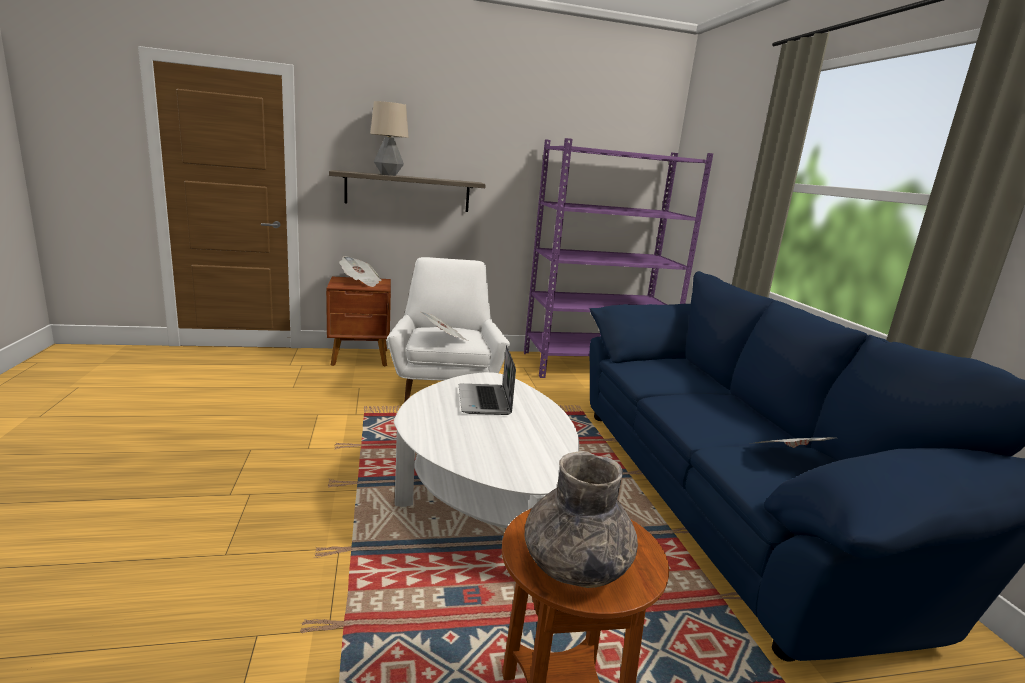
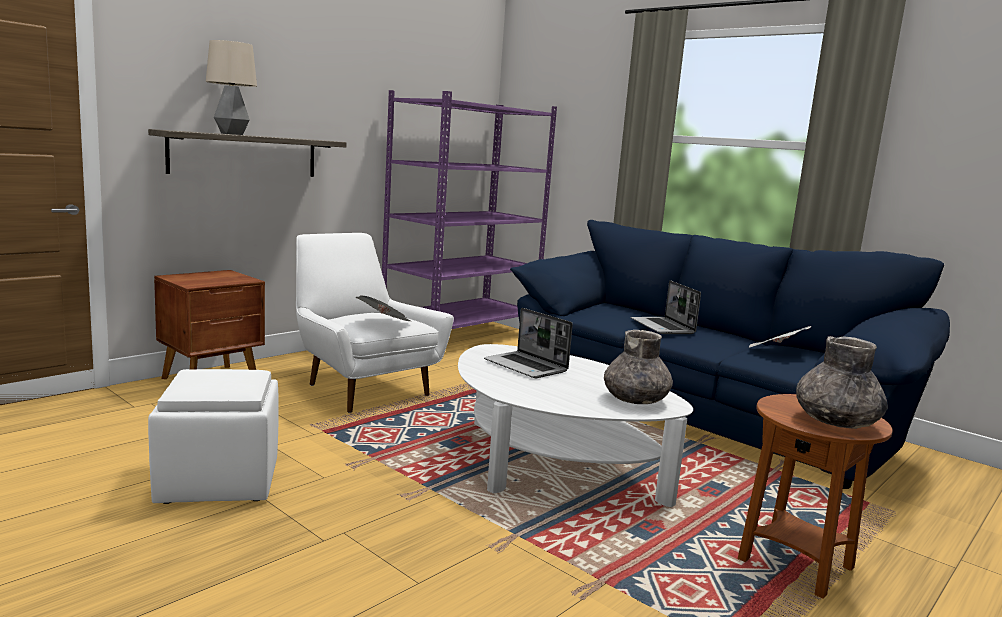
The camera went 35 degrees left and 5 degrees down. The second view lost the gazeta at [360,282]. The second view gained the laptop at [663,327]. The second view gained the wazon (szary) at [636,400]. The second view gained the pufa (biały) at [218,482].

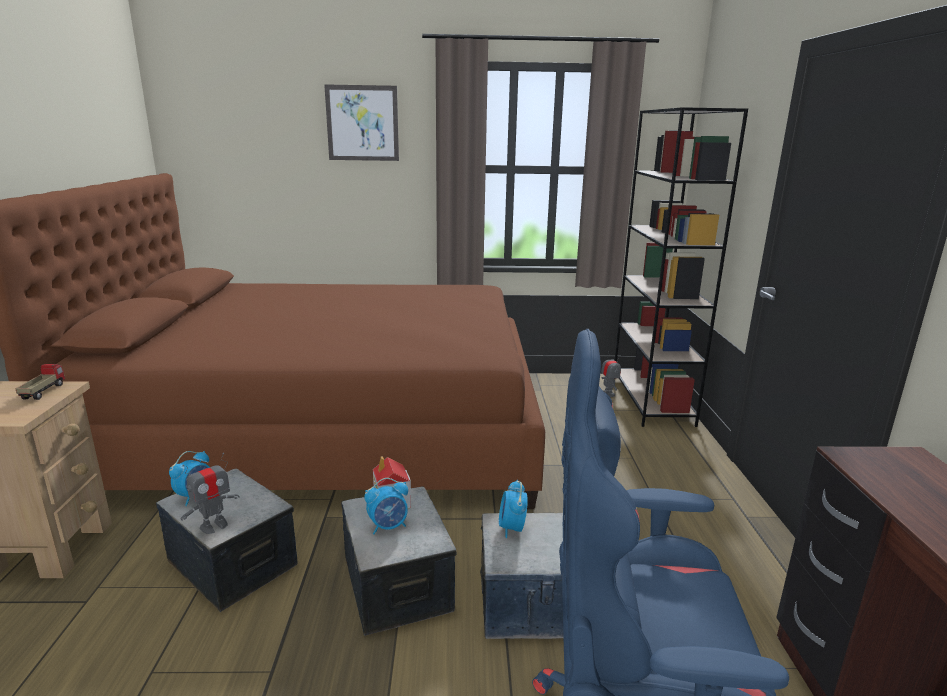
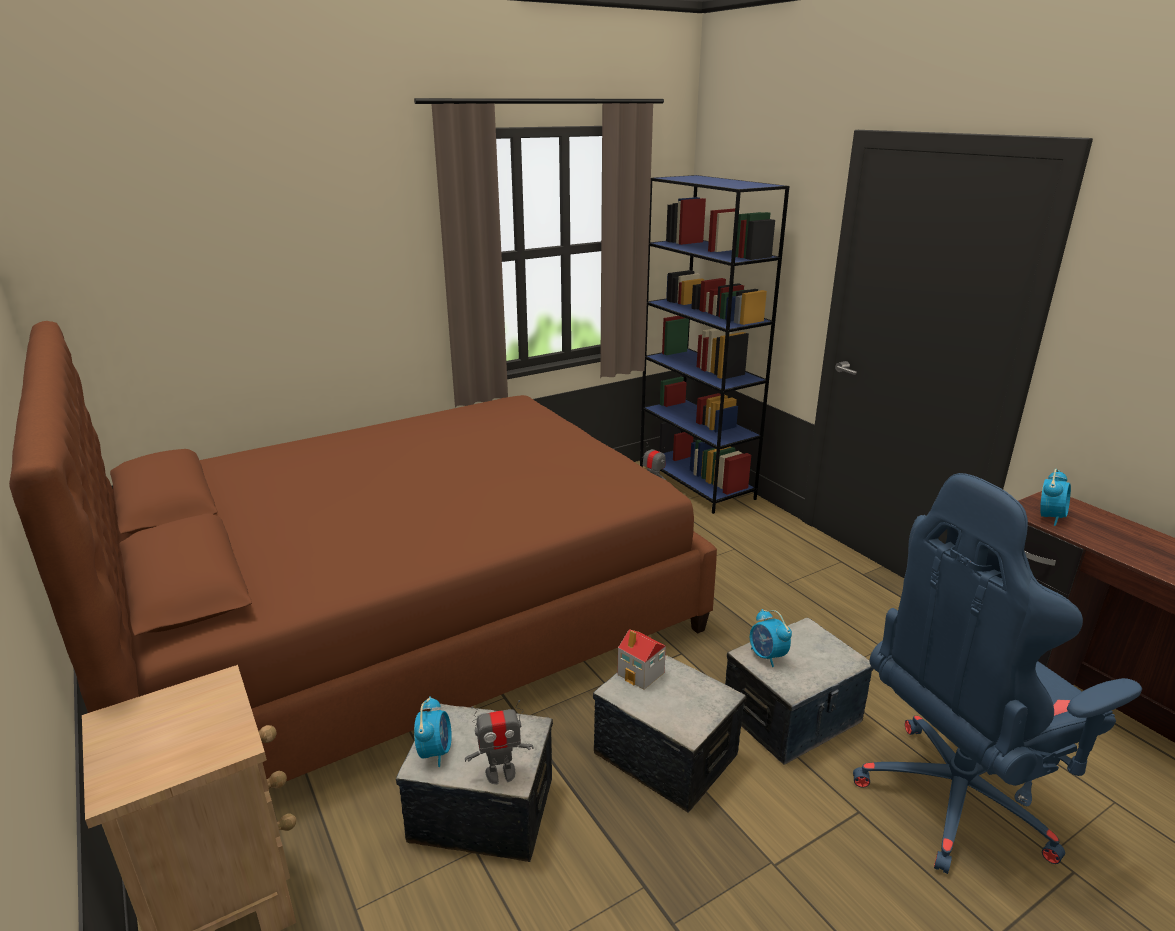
The camera went 30 degrees left and 5 degrees up. The second view lost the obraz at [362,123]. What was the regał (beżowy) at [652,400] turned into the regał (niebieski) at [696,482]. The second view lost the ciężarówka zabawkowa at [43,392]. The robot zabawkowy at [214,526] ended up facing another way, 60 degrees clockwise from before. The budzik ended up elsewhere, having gone from [388,526] to [1050,517].

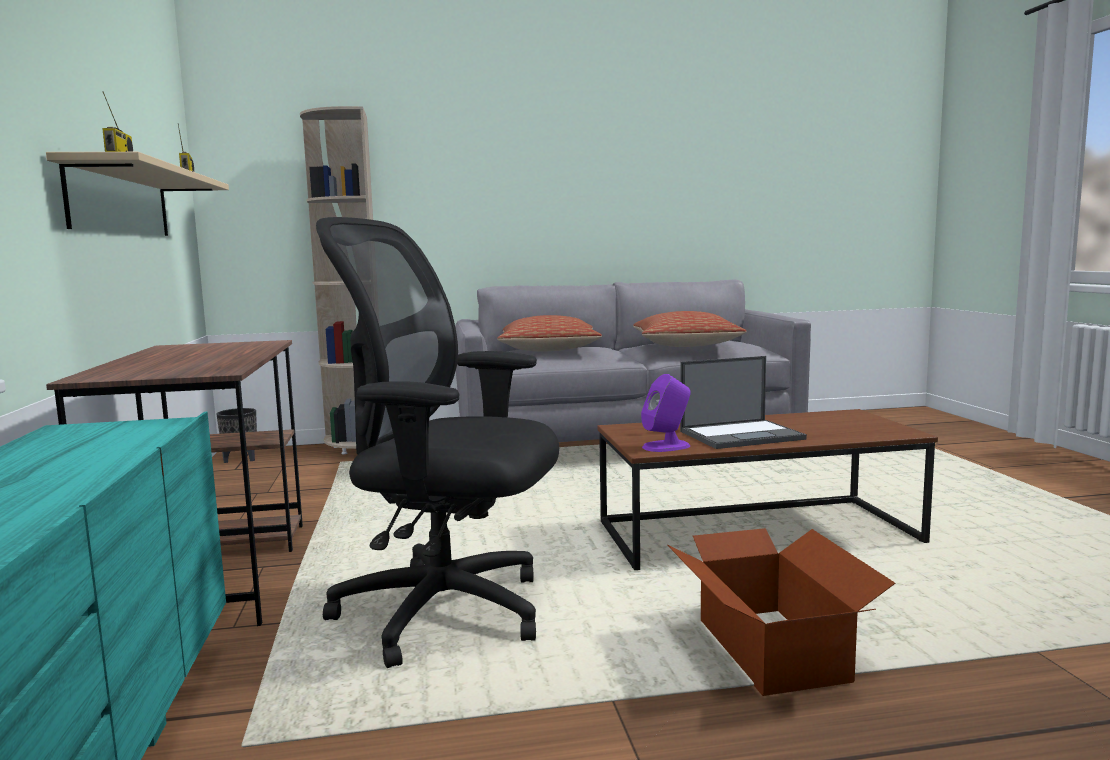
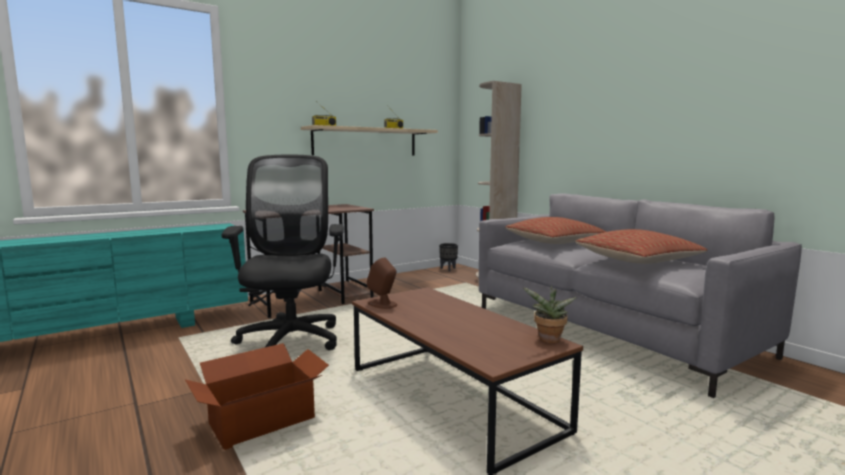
The camera went 65 degrees right and 0 degrees up. The second view lost the laptop at [742,435]. What was the głośnik (fioletowy) at [667,446] turned into the głośnik (brązowy) at [382,304]. The second view gained the roślina doniczkowa at [548,340].

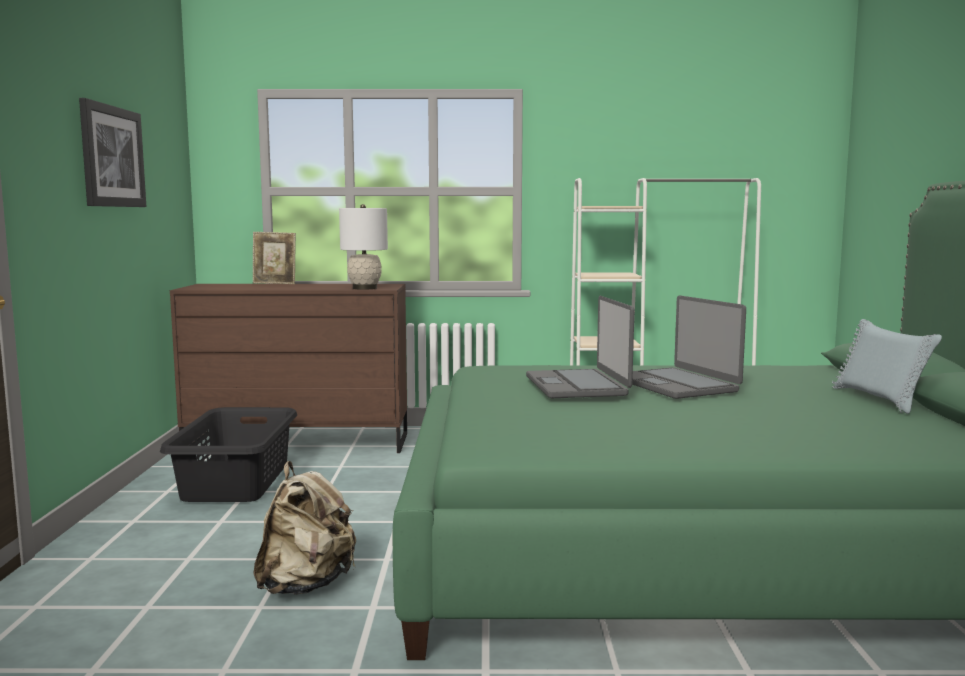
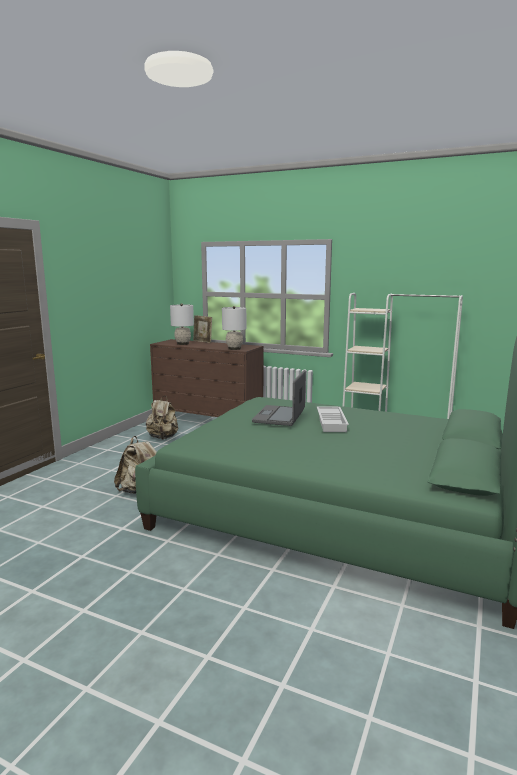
The camera went 25 degrees right and 5 degrees up. The second view lost the obraz at [112,156]. Where the laptop stood at [677,385], the taca (biały) came to stand at [332,422]. The second view lost the poduszka (niebieski) at [880,400]. Where the kosz na pranie (czarny) stood at [238,481], the plecak (beżowy) came to stand at [163,438]. The second view gained the lampa stołowa (biały) at [183,344].

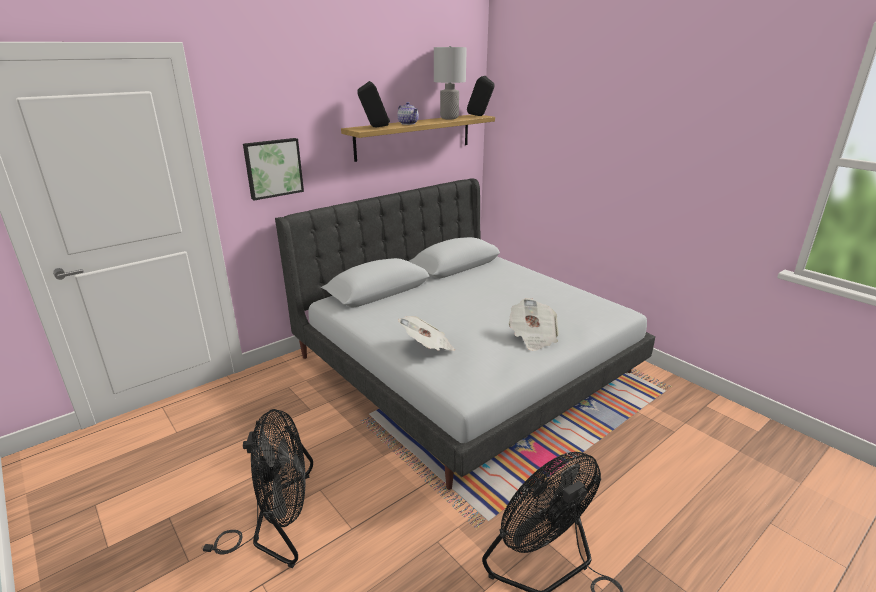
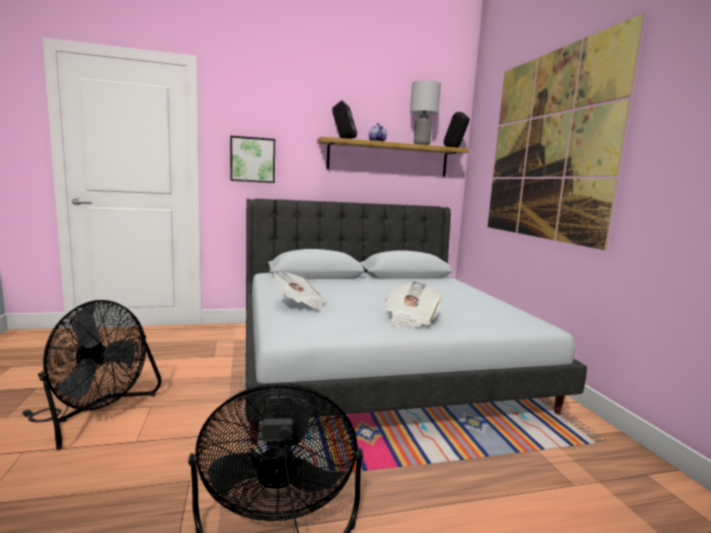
The camera went 25 degrees right and 15 degrees down. The second view gained the obraz at [547,146].

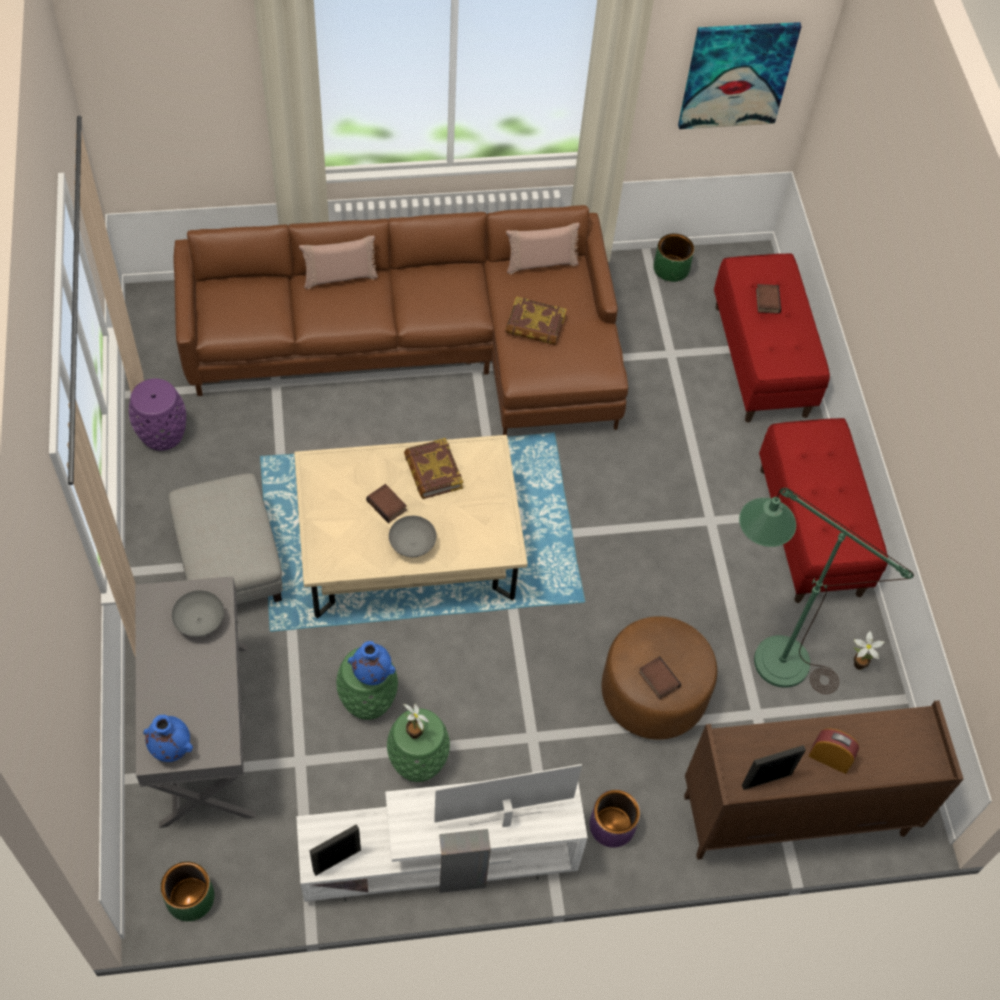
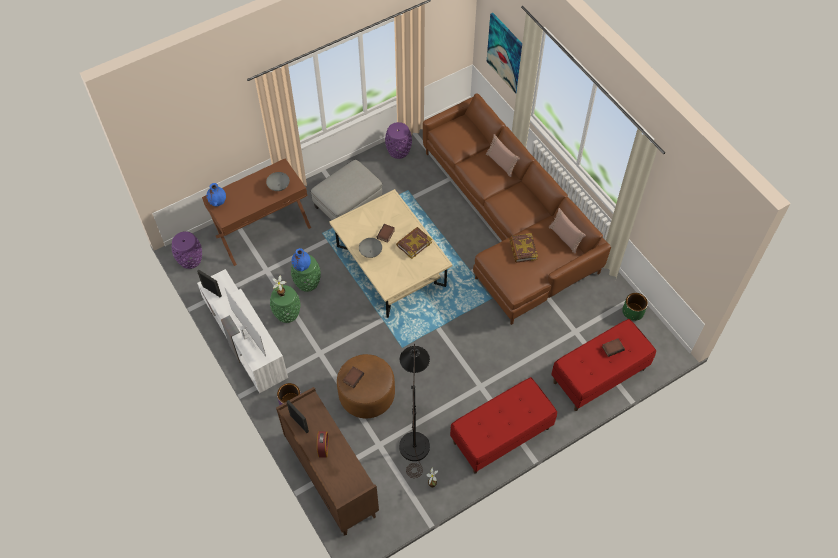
The camera went 70 degrees right and 0 degrees up. The obraz ended up elsewhere, having gone from [737,75] to [505,53]. What was the lampa stojąca (zielony) at [766,655] turned into the lampa stojąca (czarny) at [414,438]. What was the stolik konsolowy (szary) at [203,733] turned into the stolik konsolowy (brązowy) at [263,231]. Where the donica (zielony) stood at [190,897], the stołek (fioletowy) came to stand at [190,260].

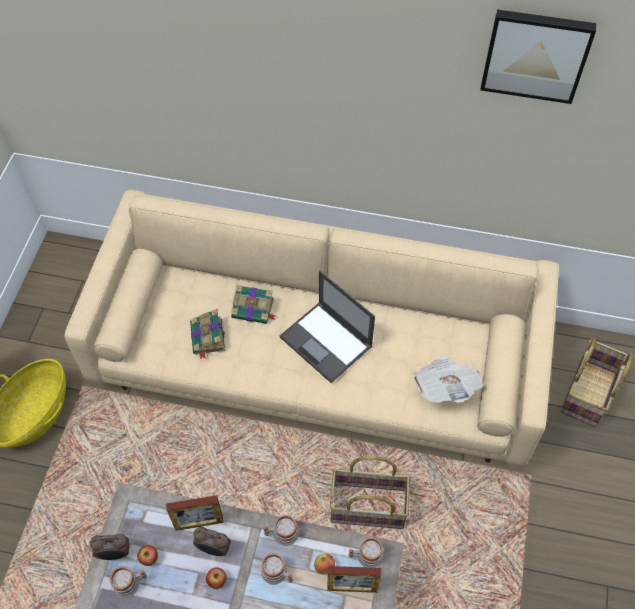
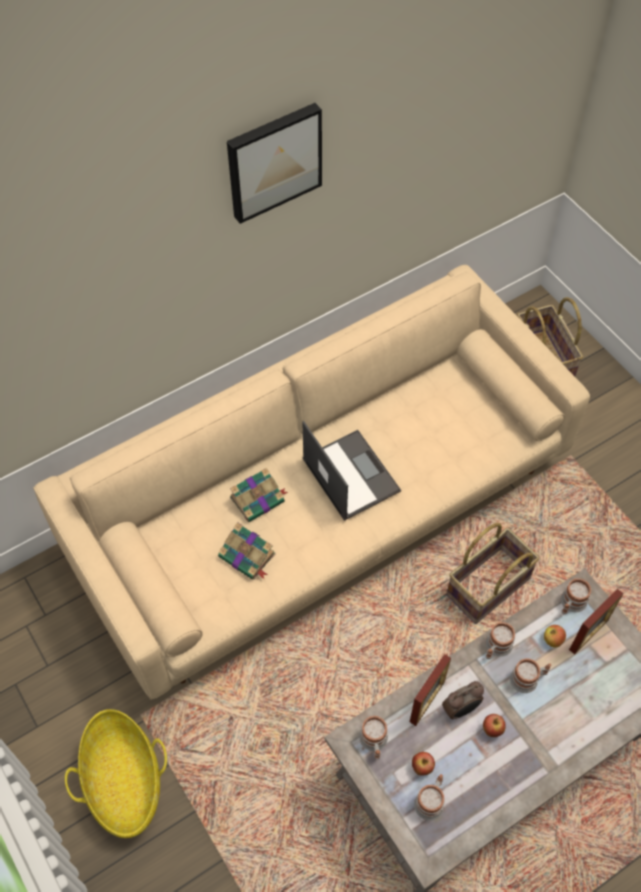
The camera went 45 degrees left and 0 degrees up. The obraz ended up elsewhere, having gone from [536,54] to [273,161]. The laptop at [327,342] ended up facing another way, 120 degrees counterclockwise from before. The second view lost the gazeta at [444,387]. The second view lost the budzik at [115,554]. The second view gained the kubek at [374,742].

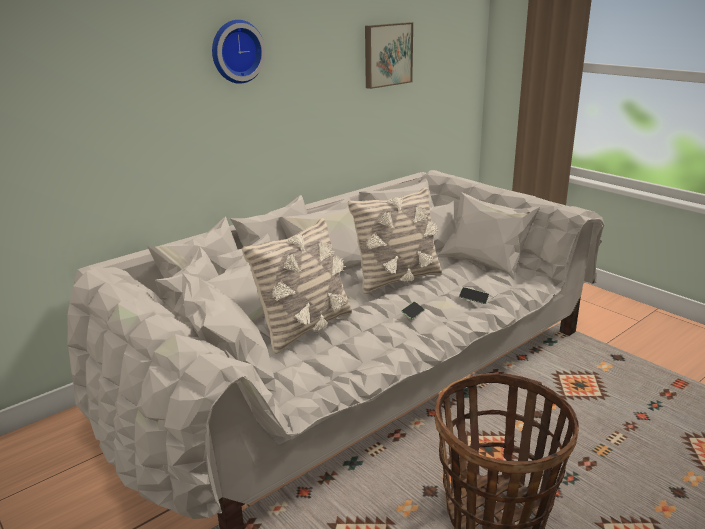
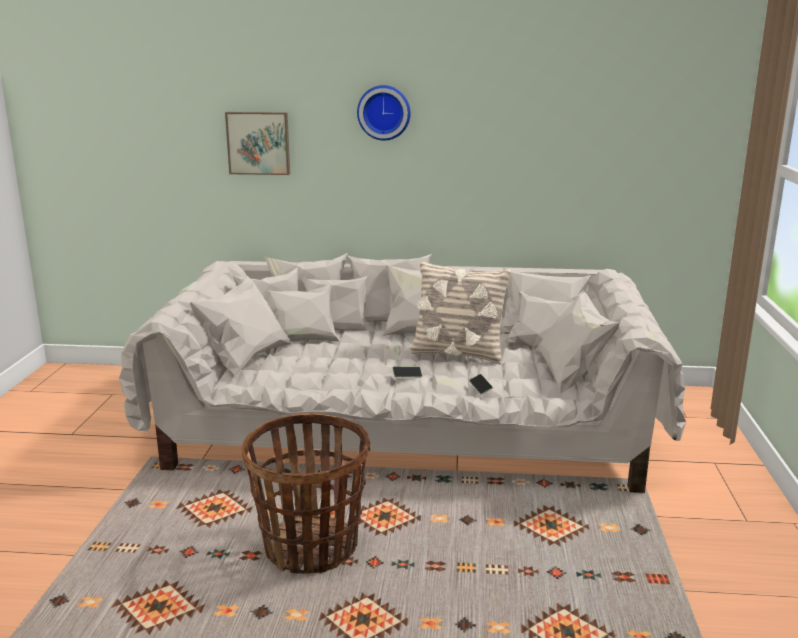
The camera went 45 degrees right and 5 degrees down. The obraz ended up elsewhere, having gone from [387,54] to [259,143]. The second view lost the poduszka (beżowy) at [305,328].

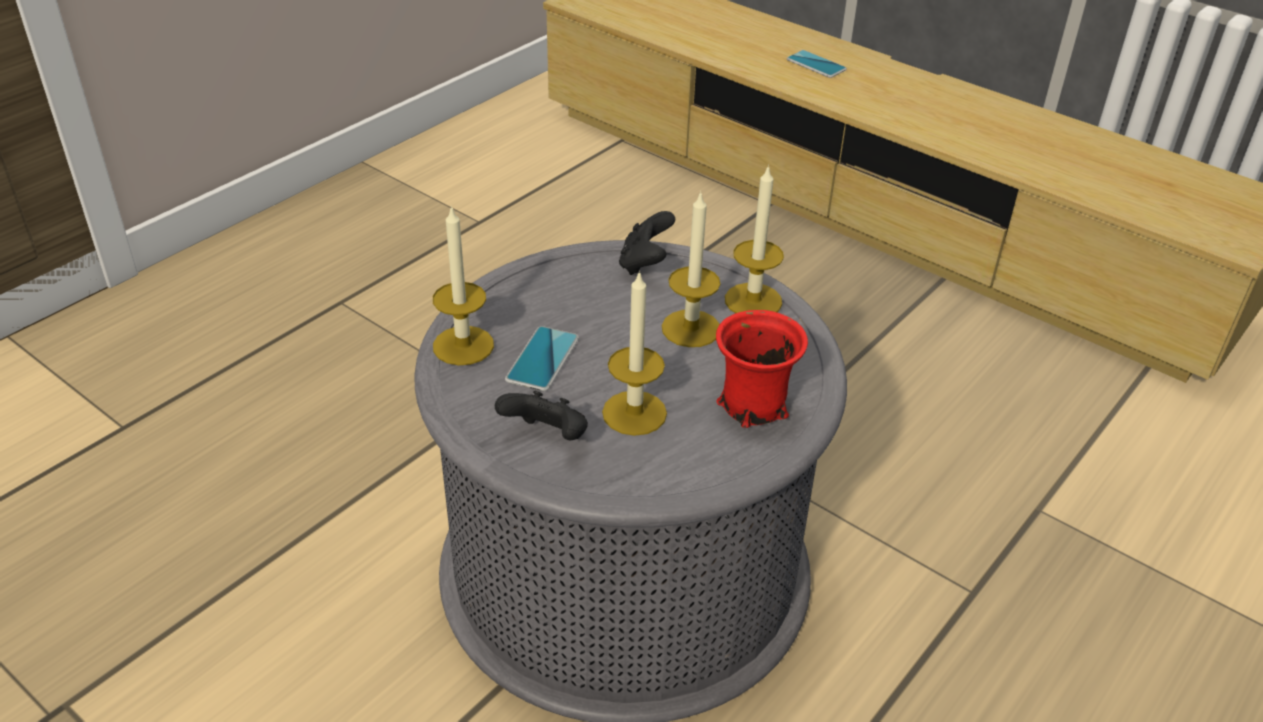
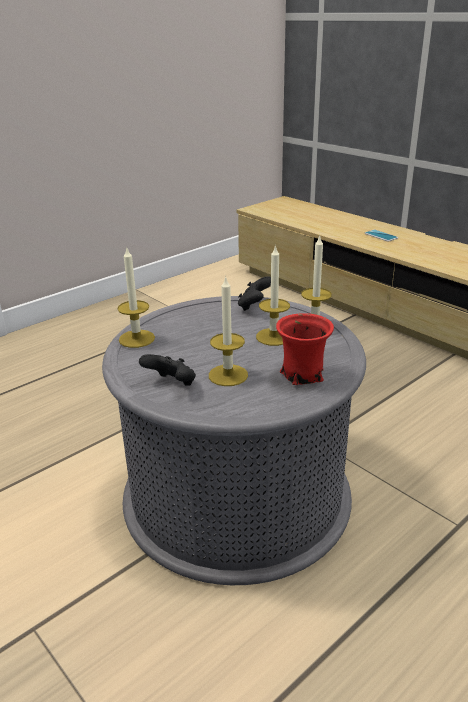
The camera went 10 degrees right and 10 degrees down. The second view lost the telefon at [543,359].

